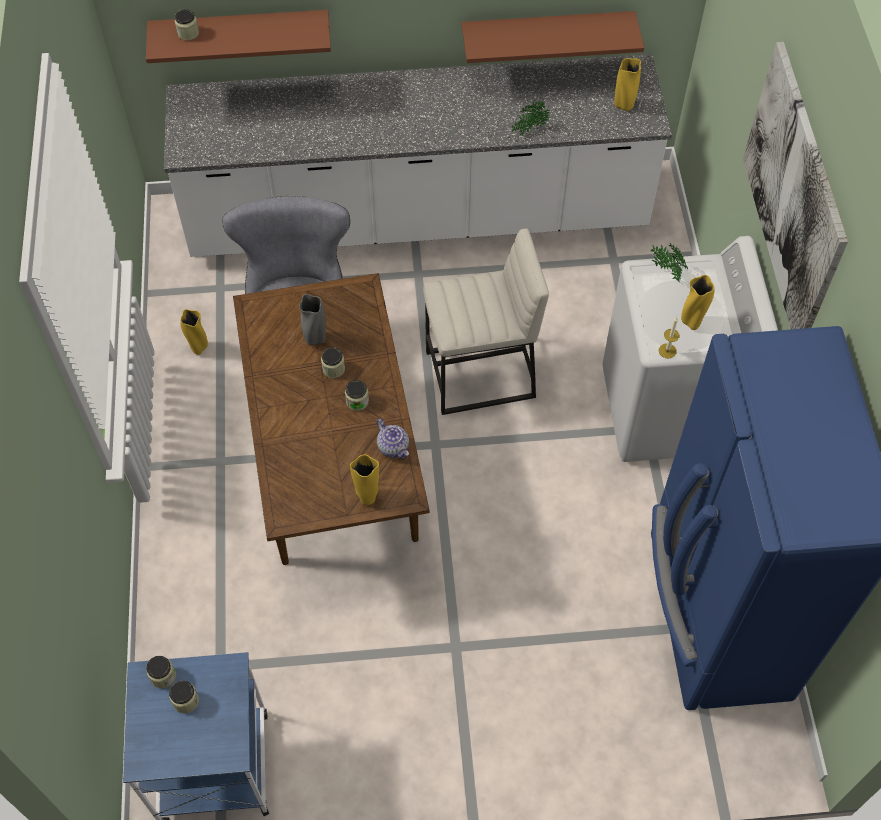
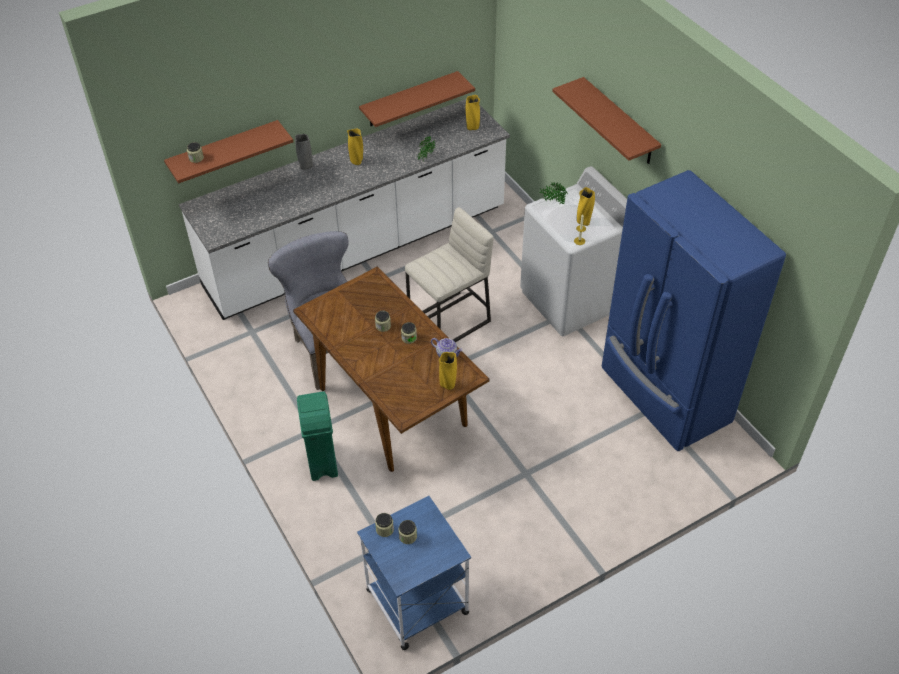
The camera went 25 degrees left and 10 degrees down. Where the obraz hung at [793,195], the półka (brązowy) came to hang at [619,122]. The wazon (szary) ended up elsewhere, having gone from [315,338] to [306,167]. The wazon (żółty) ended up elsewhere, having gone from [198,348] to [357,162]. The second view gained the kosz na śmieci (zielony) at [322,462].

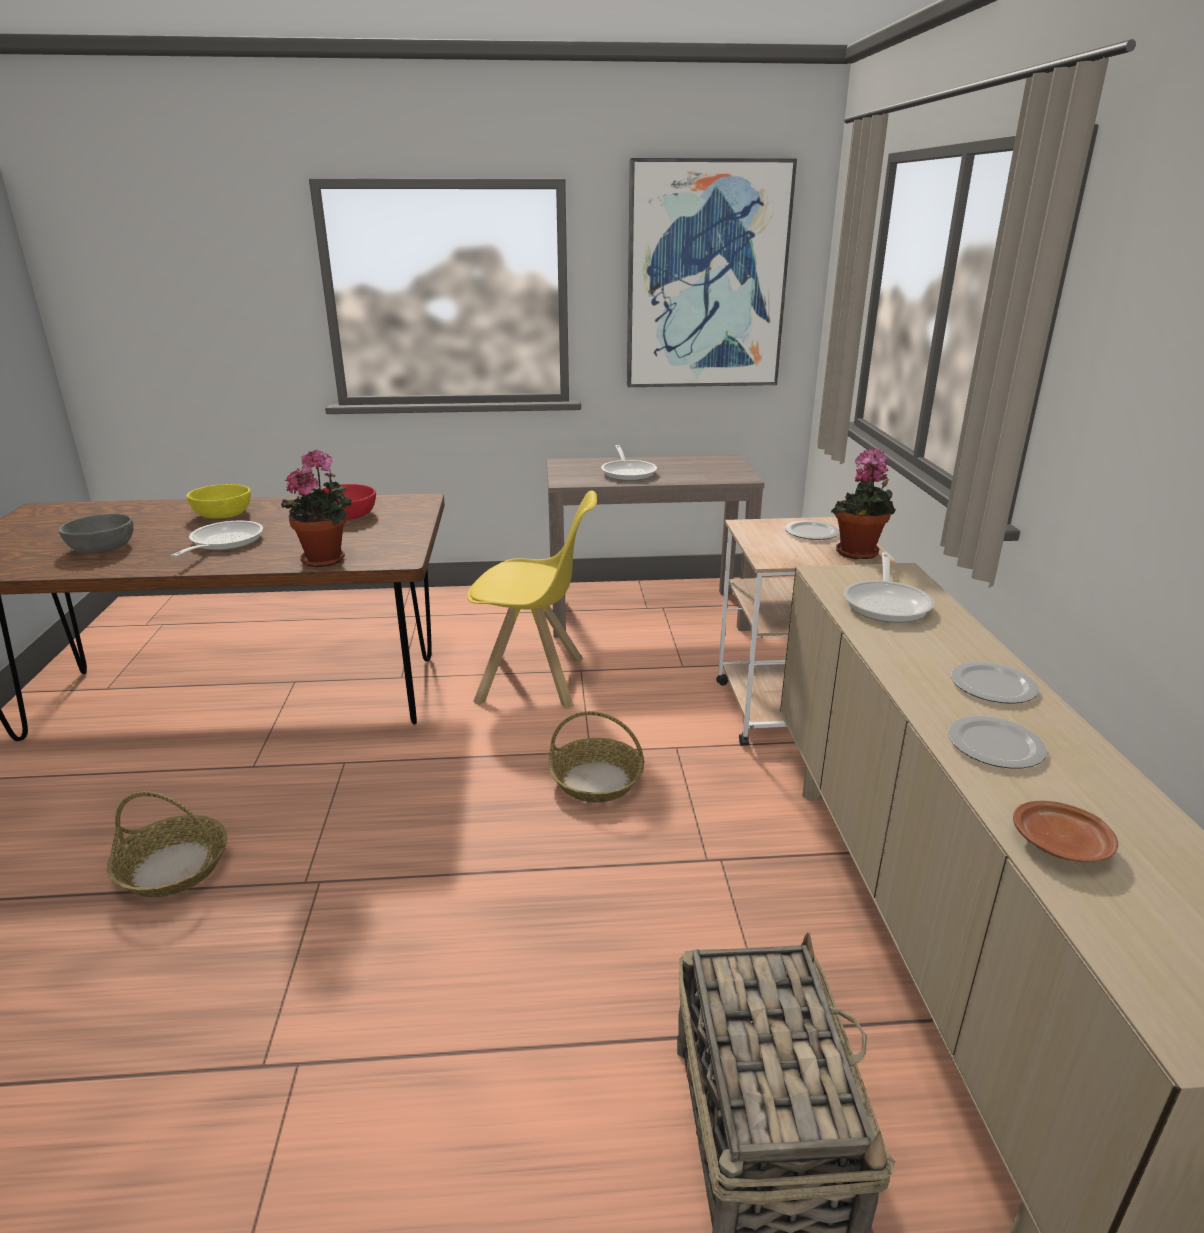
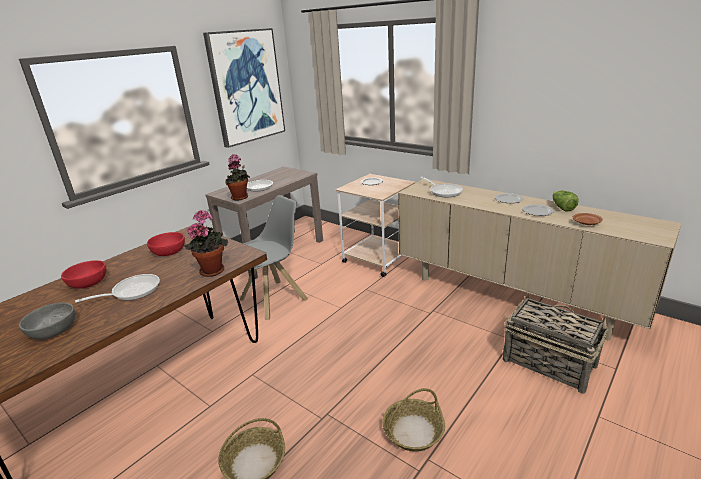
The camera went 45 degrees left and 0 degrees up. The roślina doniczkowa ended up elsewhere, having gone from [858,554] to [240,198]. What was the miska (żółty) at [223,514] turned into the miska (czerwony) at [88,283]. What was the krzesło (żółty) at [534,680] turned into the krzesło (szary) at [275,298]. The patelnia at [223,543] ended up facing another way, 90 degrees clockwise from before. The koszyk ended up elsewhere, having gone from [597,780] to [413,431]. The second view gained the sałata at [562,207].

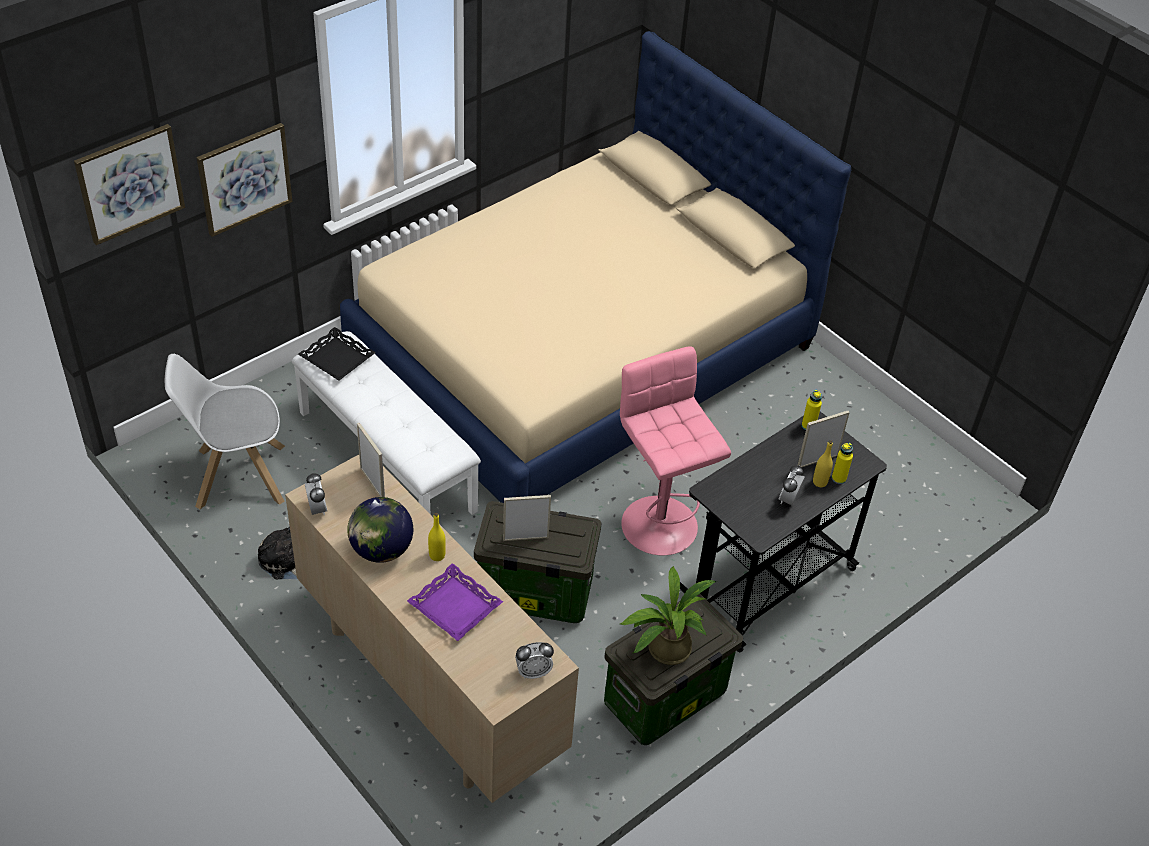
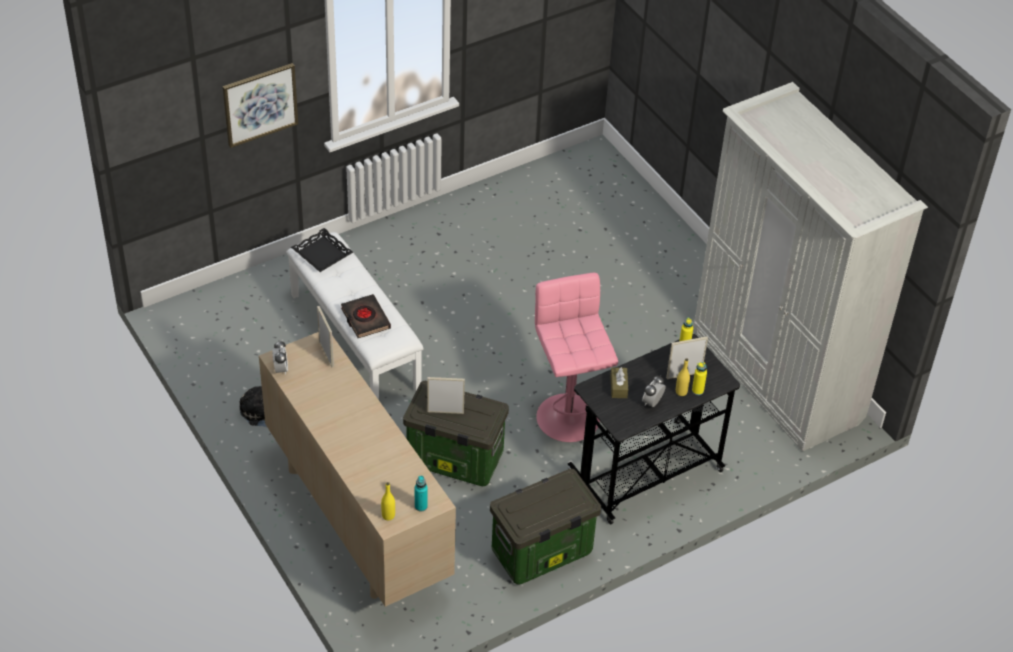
The camera went 10 degrees right and 0 degrees up. The second view lost the łóżko (beżowy) at [582,353]. The second view lost the obraz at [130,183]. The second view lost the krzesło at [237,476]. The second view lost the globus at [382,550]. The butelka (żółty) ended up elsewhere, having gone from [437,555] to [388,515]. The second view lost the taca (fioletowy) at [455,606]. The second view lost the roślina doniczkowa at [663,649]. Where the budzik stood at [533,672], the butelka (turkusowy) came to stand at [421,506]. The second view gained the szafa (biały) at [776,376]. The second view gained the książka (czarny) at [365,319]. The second view gained the pudełko chusteczek (brązowy) at [618,387].

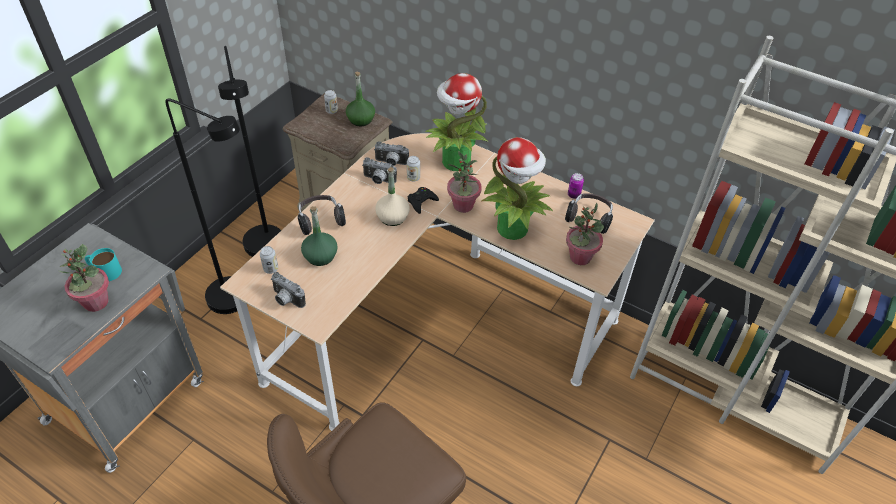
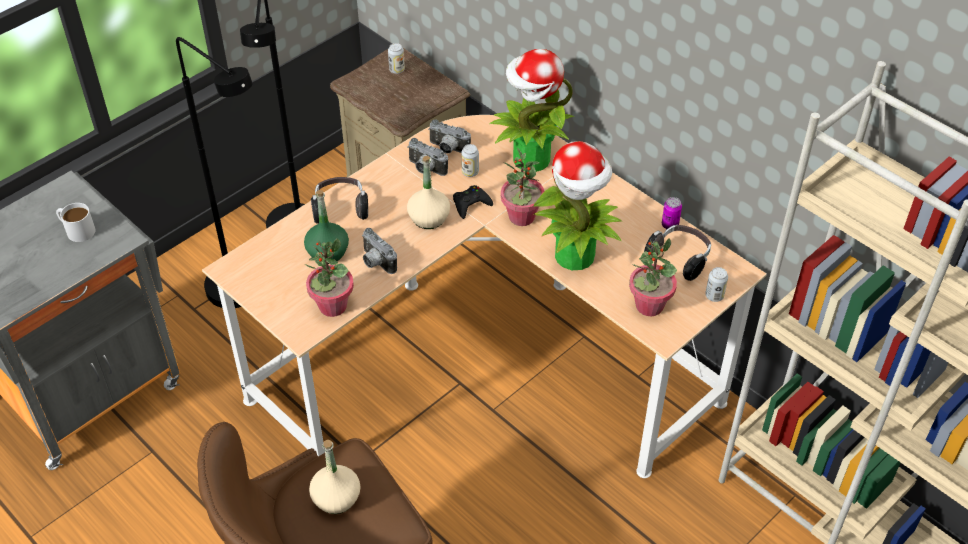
The camera went 15 degrees right and 0 degrees up. The second view lost the butelka (zielony) at [361,119]. The roślina doniczkowa ended up elsewhere, having gone from [96,302] to [332,306]. The puszka ended up elsewhere, having gone from [271,269] to [714,296]. What was the kubek (turkusowy) at [105,271] turned into the kubek (biały) at [76,229]. The aparat fotograficzny ended up elsewhere, having gone from [286,300] to [375,262]. The second view gained the butelka (beżowy) at [336,498].

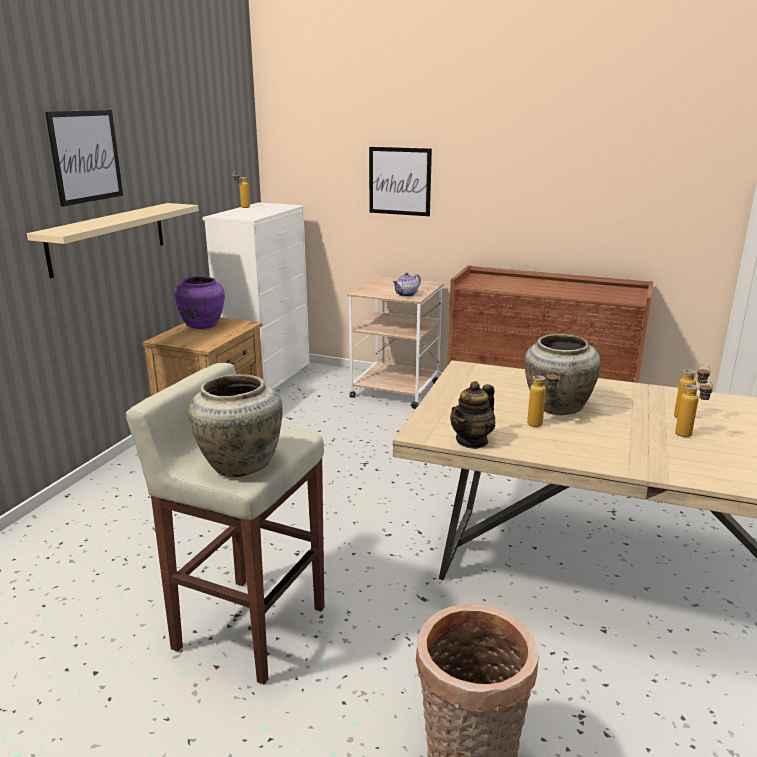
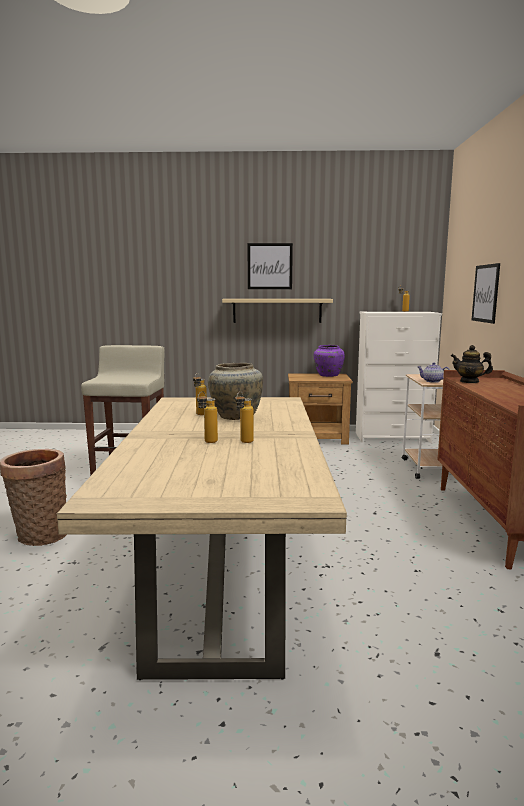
The camera went 70 degrees right and 10 degrees down. The second view lost the wazon (beżowy) at [240,464]. The imbryk ended up elsewhere, having gone from [472,441] to [469,381].

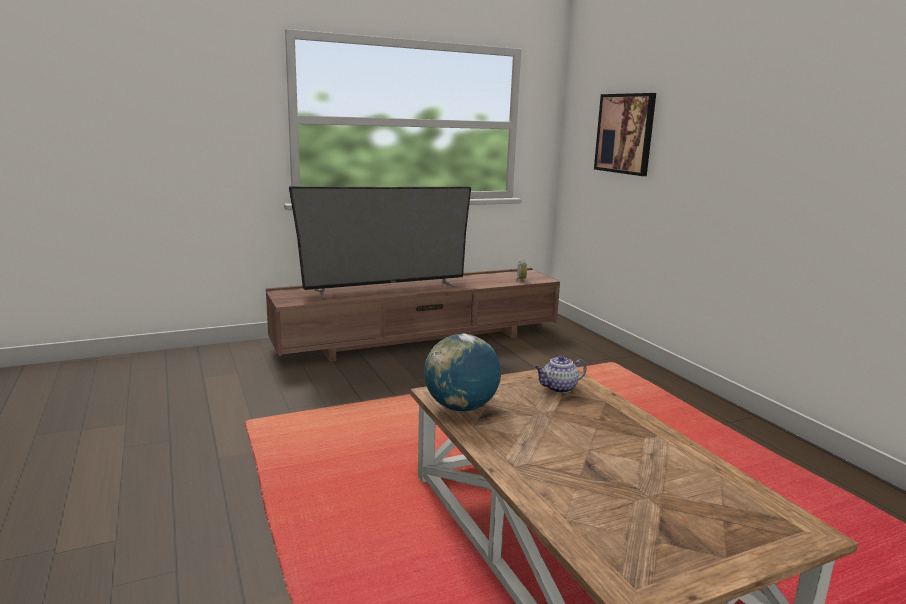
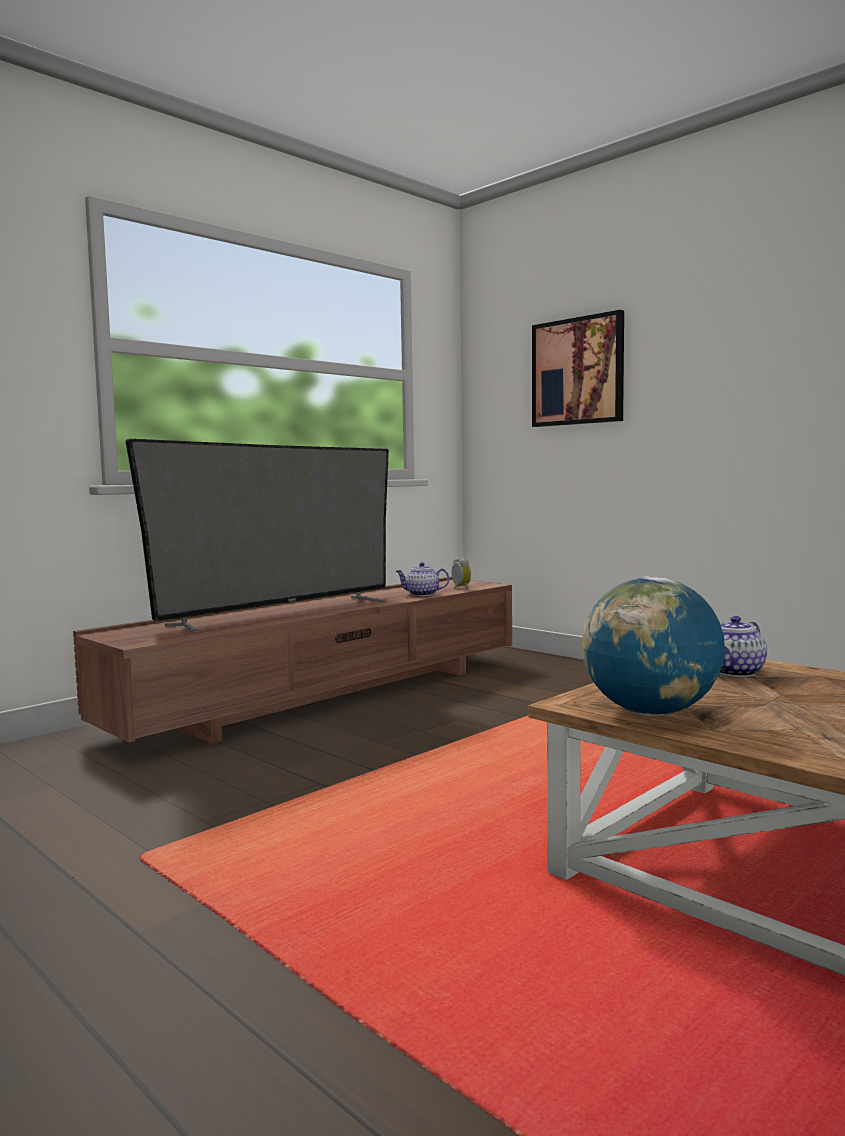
The camera went 20 degrees left and 10 degrees down. The second view gained the imbryk at [421,594].

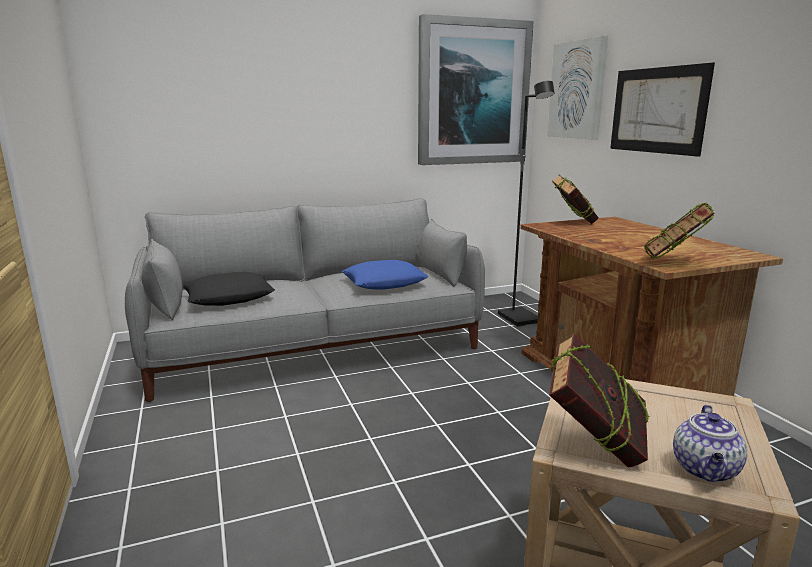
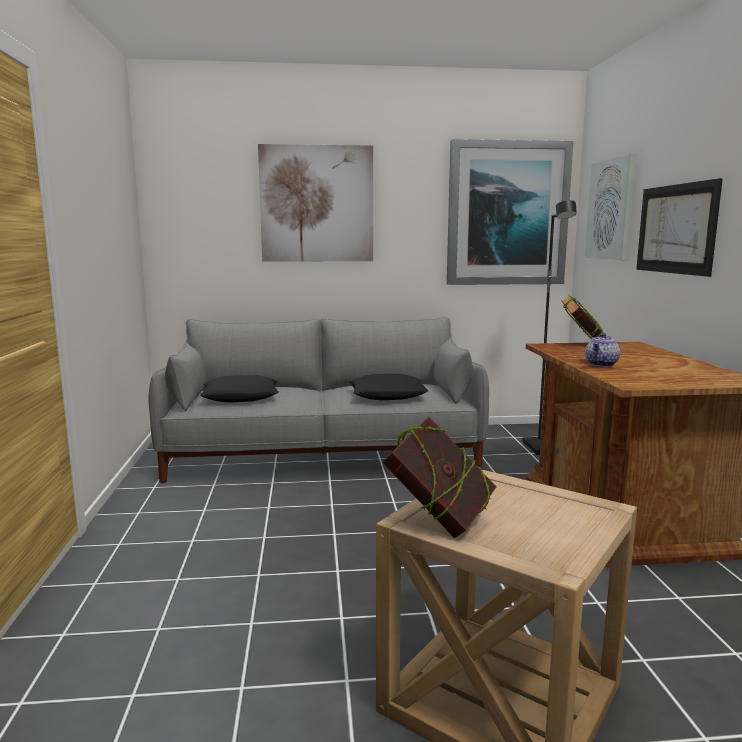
The camera went 15 degrees right and 5 degrees down. The second view lost the książka at [673,263]. What was the poduszka (niebieski) at [384,282] turned into the poduszka (czarny) at [388,395]. The imbryk ended up elsewhere, having gone from [706,470] to [601,364]. The second view gained the obraz at [317,204].

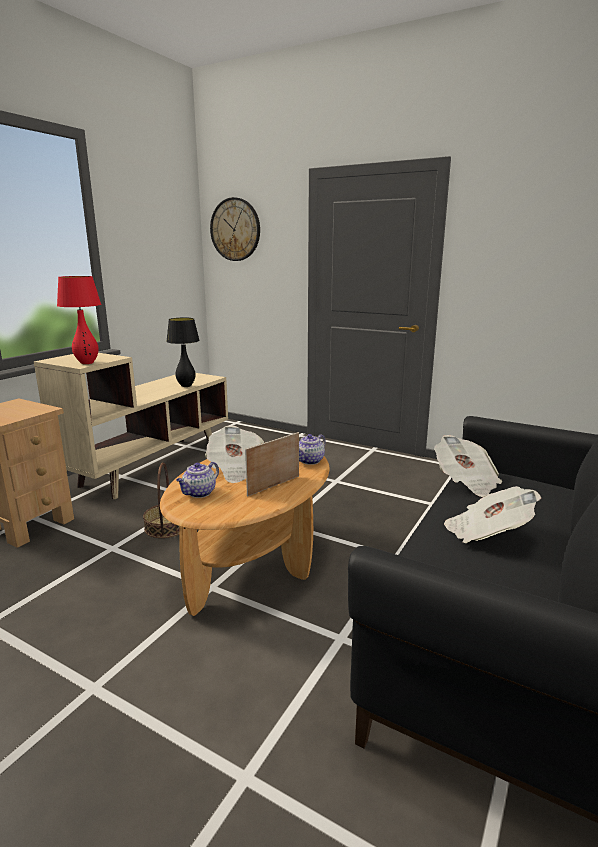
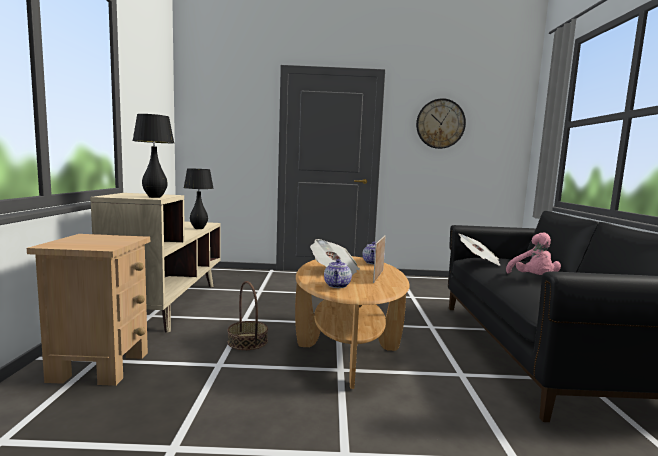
The camera went 30 degrees left and 10 degrees down. The zegar ścienny ended up elsewhere, having gone from [235,229] to [440,124]. What was the lampa stołowa (czerwony) at [87,363] turned into the lampa stołowa (czarny) at [155,197]. Where the gazeta stood at [487,533], the pluszak (różowy) came to stand at [533,279].

